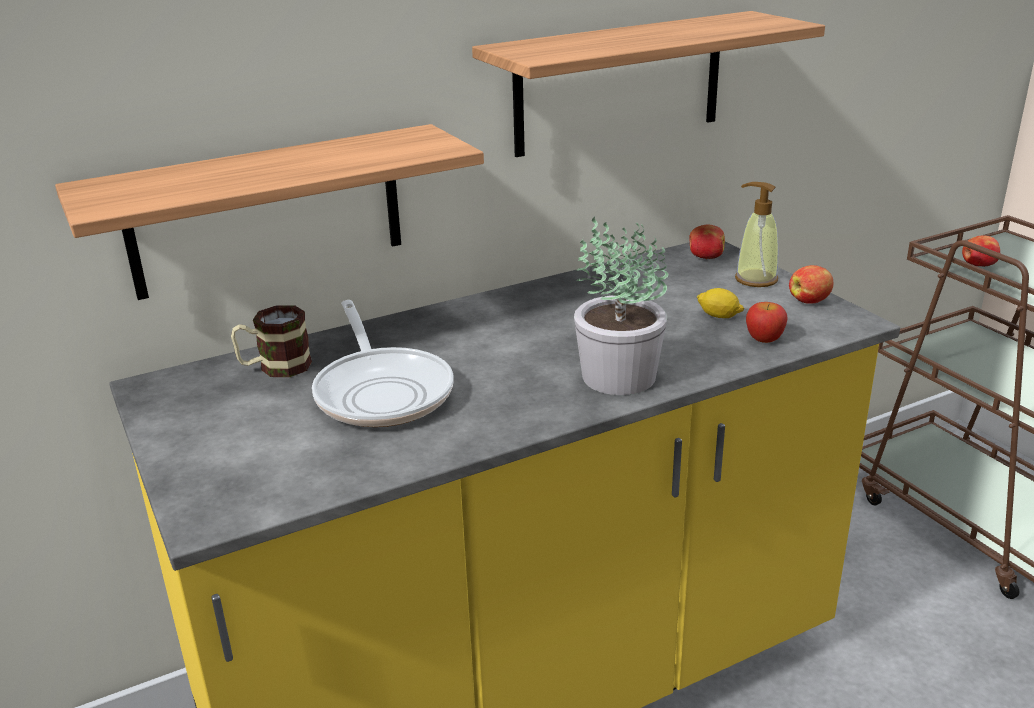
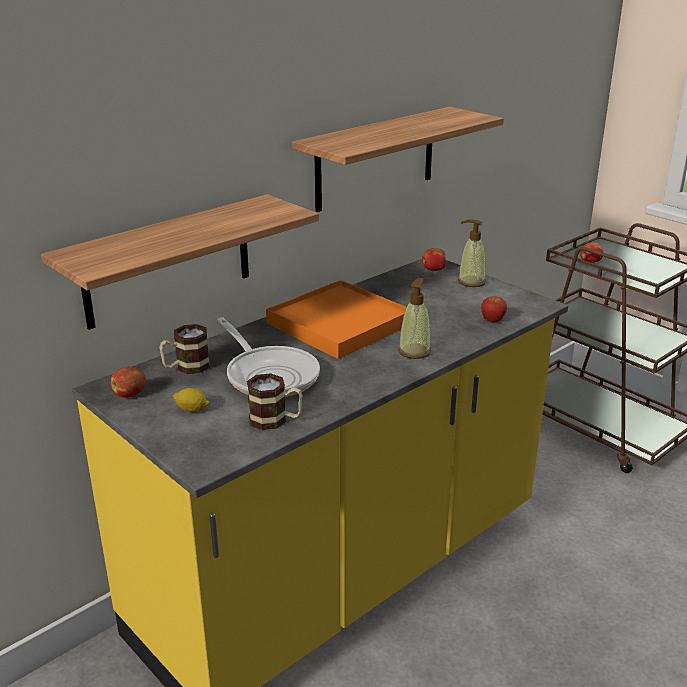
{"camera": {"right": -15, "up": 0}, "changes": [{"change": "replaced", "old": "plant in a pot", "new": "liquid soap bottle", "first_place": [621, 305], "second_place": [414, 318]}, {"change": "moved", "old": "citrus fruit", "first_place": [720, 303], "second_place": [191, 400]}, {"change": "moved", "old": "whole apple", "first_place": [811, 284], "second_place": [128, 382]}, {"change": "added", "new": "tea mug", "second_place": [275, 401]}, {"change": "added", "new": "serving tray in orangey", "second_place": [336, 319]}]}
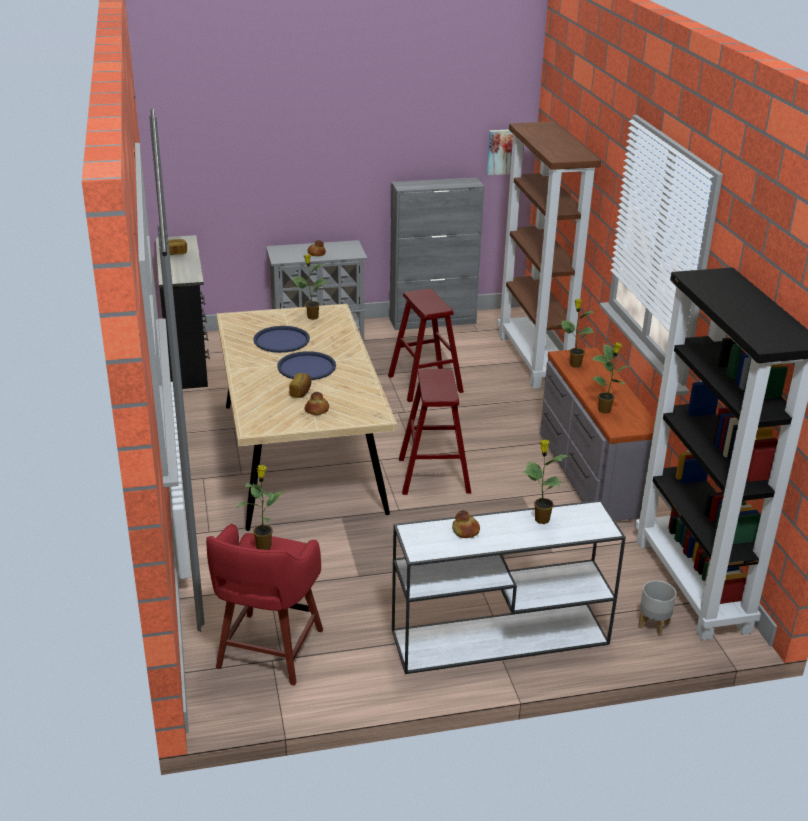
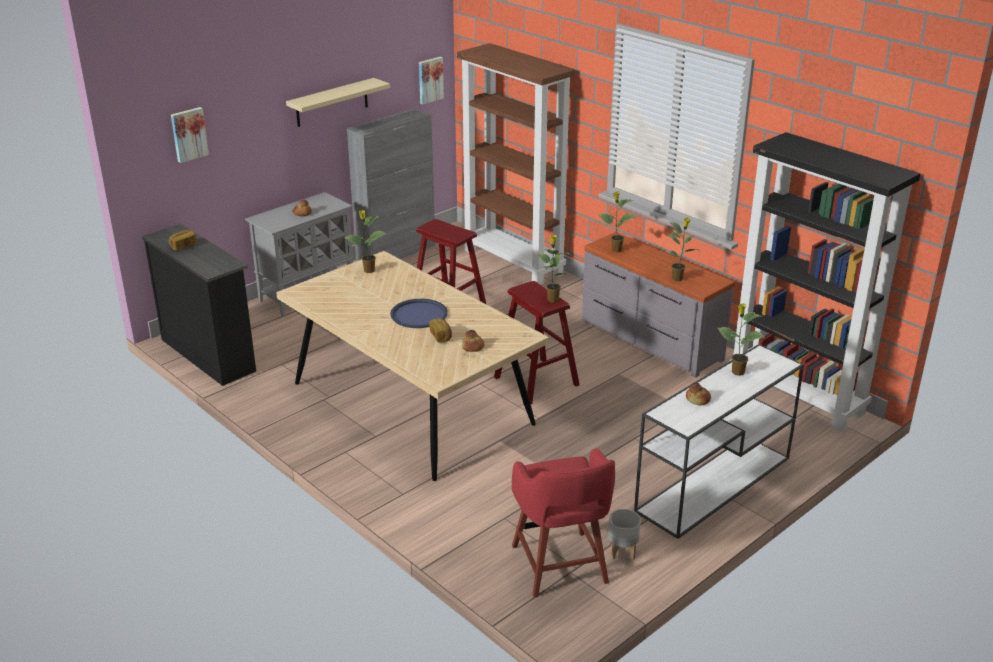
{"camera": {"right": -30, "up": 0}, "changes": [{"change": "moved", "old": "plant in a pot", "first_place": [260, 507], "second_place": [555, 269]}, {"change": "removed", "old": "serving tray in bluish", "first_place": [281, 339]}, {"change": "moved", "old": "flower pot in grey", "first_place": [657, 608], "second_place": [624, 534]}, {"change": "added", "new": "wall picture", "second_place": [190, 135]}, {"change": "added", "new": "shelf in sand-coloured", "second_place": [338, 102]}]}
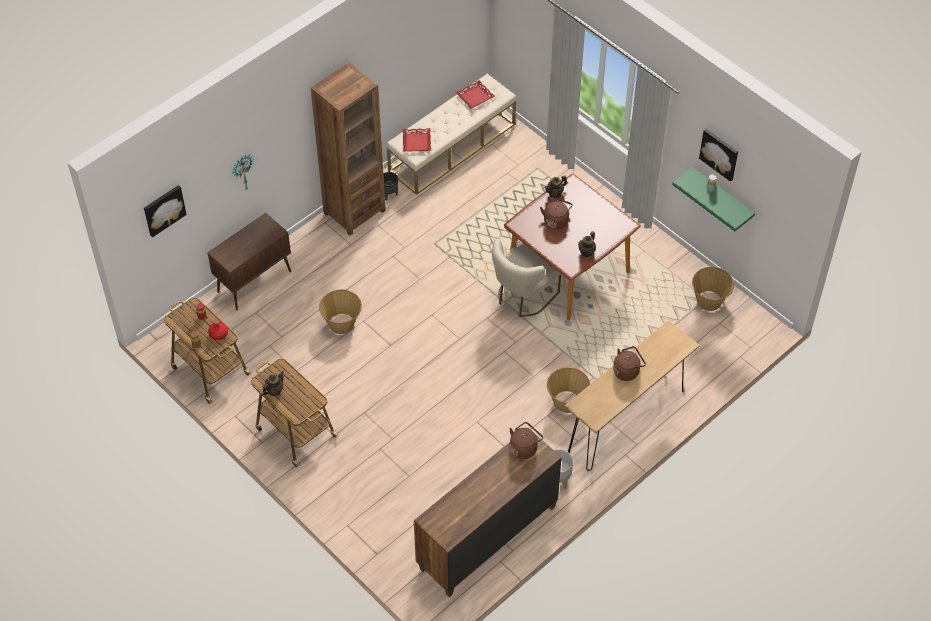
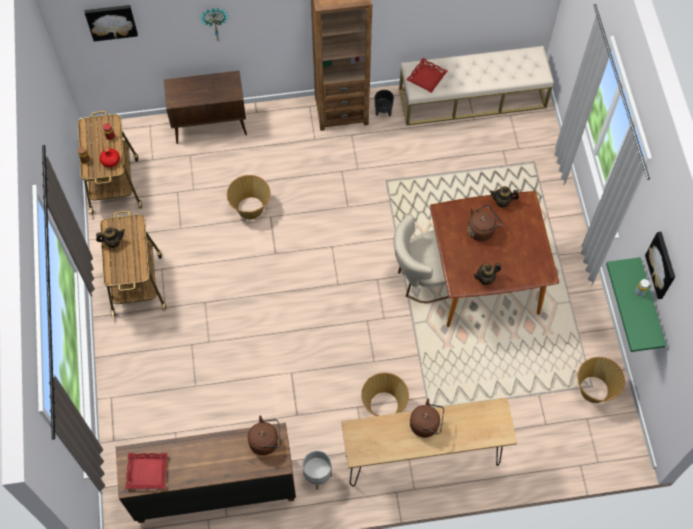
{"camera": {"right": 35, "up": 10}, "changes": [{"change": "moved", "old": "serving tray in red-coloured", "first_place": [475, 94], "second_place": [146, 471]}]}
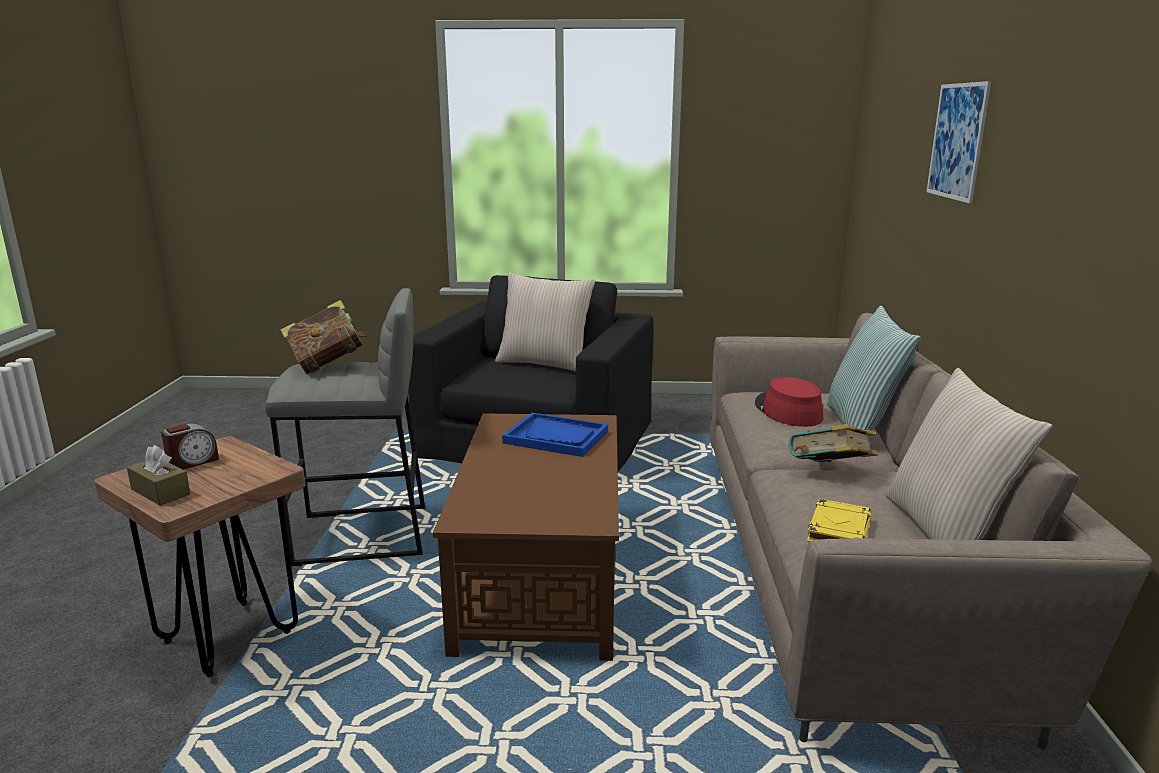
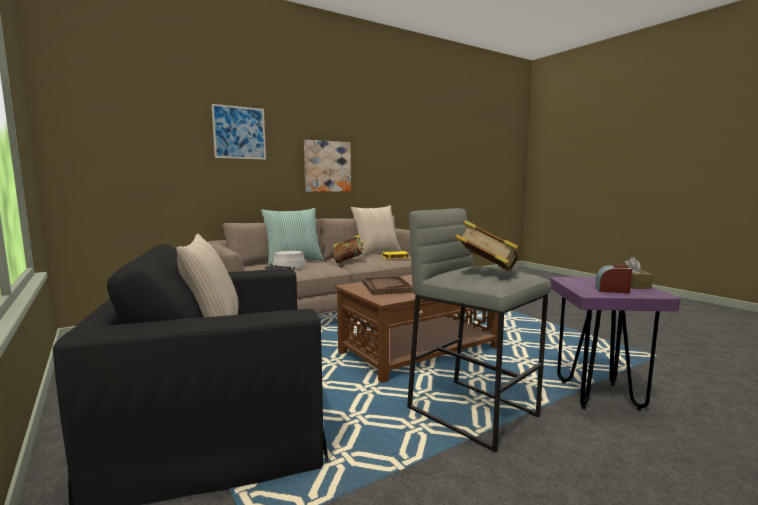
{"camera": {"right": -125, "up": -10}, "changes": [{"change": "recoloured", "old": "stool seat in brown-coloured", "new": "stool seat in purple-coloured", "first_place": [200, 556], "second_place": [615, 344]}, {"change": "recoloured", "old": "serving tray in bluish", "new": "serving tray in brown-coloured", "first_place": [555, 435], "second_place": [387, 285]}, {"change": "recoloured", "old": "hat in red-coloured", "new": "hat in grey", "first_place": [789, 402], "second_place": [285, 260]}, {"change": "added", "new": "wall picture", "second_place": [327, 166]}]}
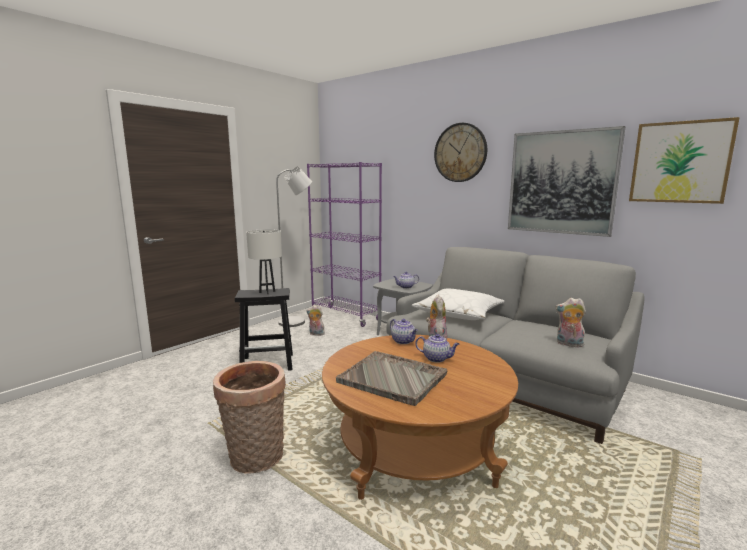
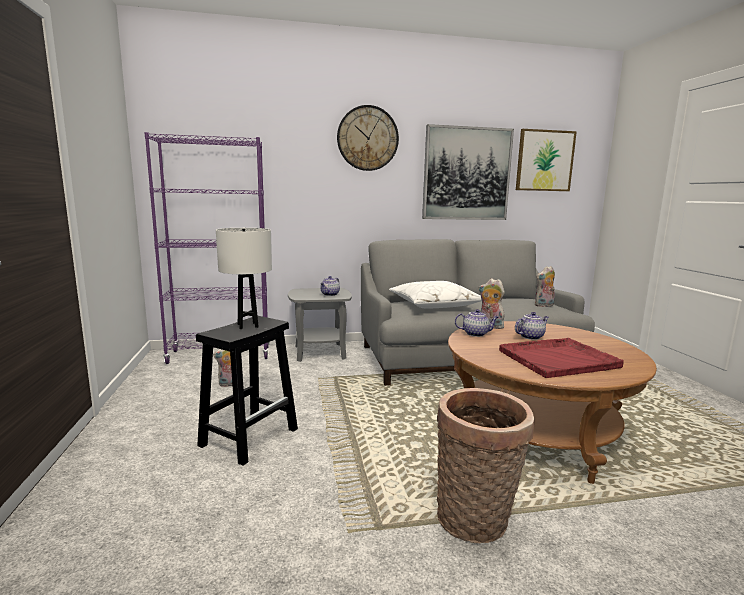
{"camera": {"right": -50, "up": 0}, "changes": [{"change": "removed", "old": "standing lamp in grey", "first_place": [294, 246]}, {"change": "recoloured", "old": "serving tray in grey", "new": "serving tray in red-coloured", "first_place": [391, 378], "second_place": [561, 358]}]}
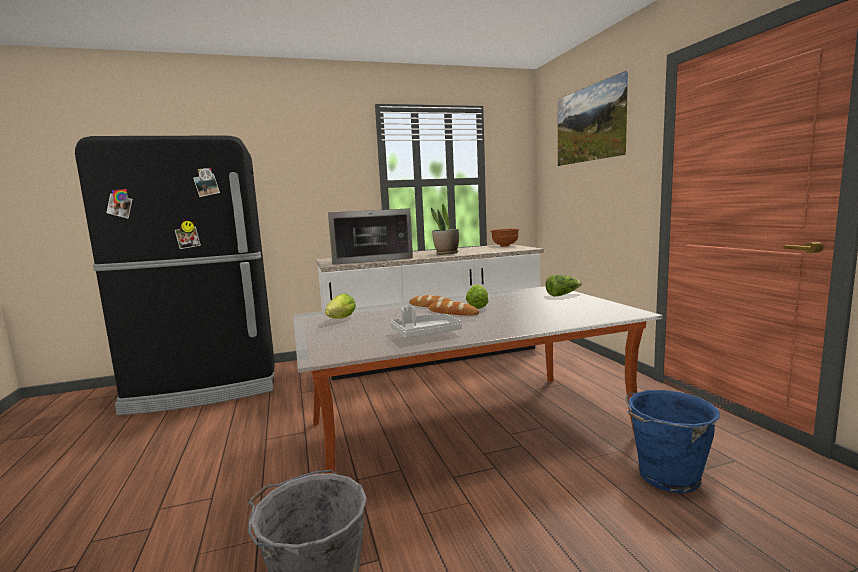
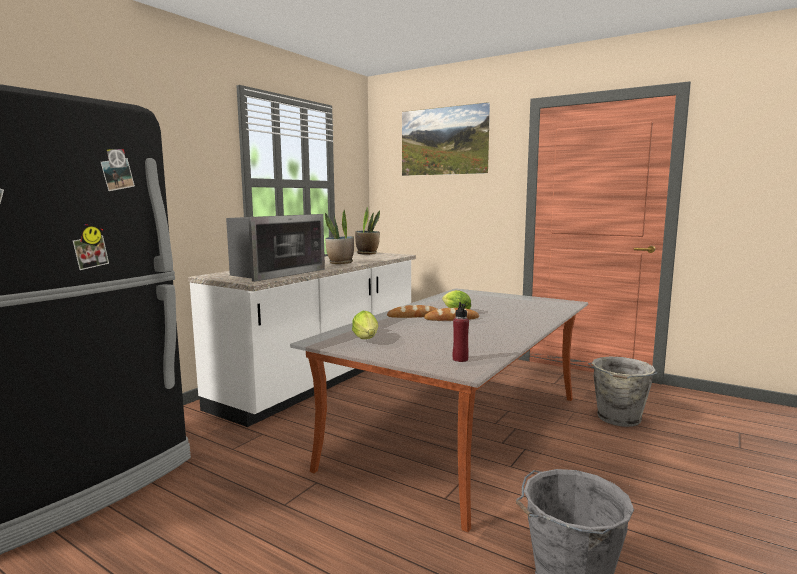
{"camera": {"right": -40, "up": 0}, "changes": [{"change": "removed", "old": "serving tray in grey", "first_place": [426, 322]}, {"change": "replaced", "old": "serving bowl in brown-coloured", "new": "plant in a pot", "first_place": [505, 238], "second_place": [367, 231]}, {"change": "removed", "old": "lettuce", "first_place": [563, 285]}, {"change": "recoloured", "old": "bucket in bluish", "new": "bucket in grey", "first_place": [672, 441], "second_place": [622, 392]}, {"change": "added", "new": "drink bottle in red-coloured", "second_place": [461, 332]}]}
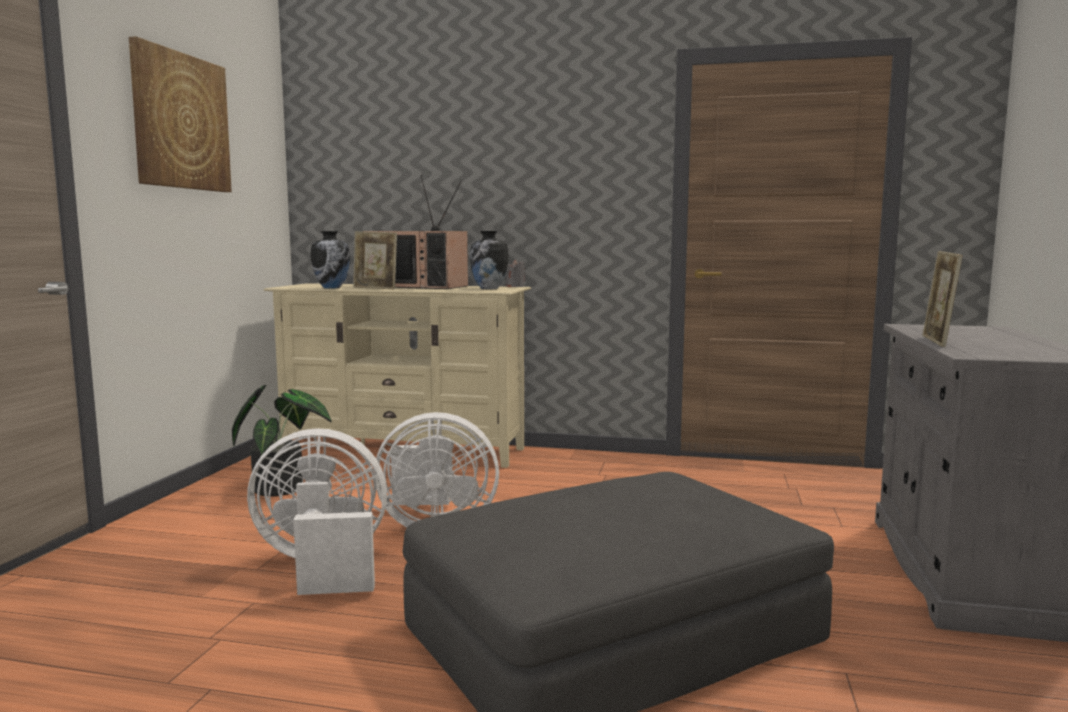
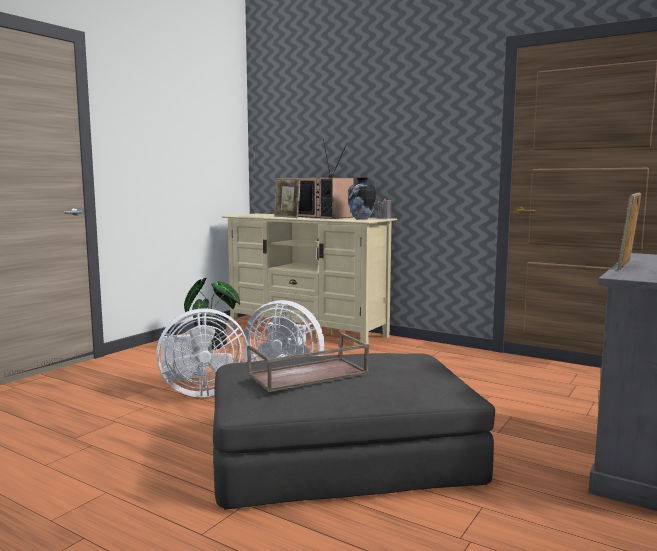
{"camera": {"right": 20, "up": 0}, "changes": [{"change": "removed", "old": "wall picture", "first_place": [180, 114]}, {"change": "turned", "old": "cooling fan in white-coloured", "first_place": [317, 511], "second_place": [202, 352], "degrees": 150}, {"change": "removed", "old": "decorative vase", "first_place": [330, 260]}, {"change": "added", "new": "serving tray in brown-coloured", "second_place": [308, 362]}]}
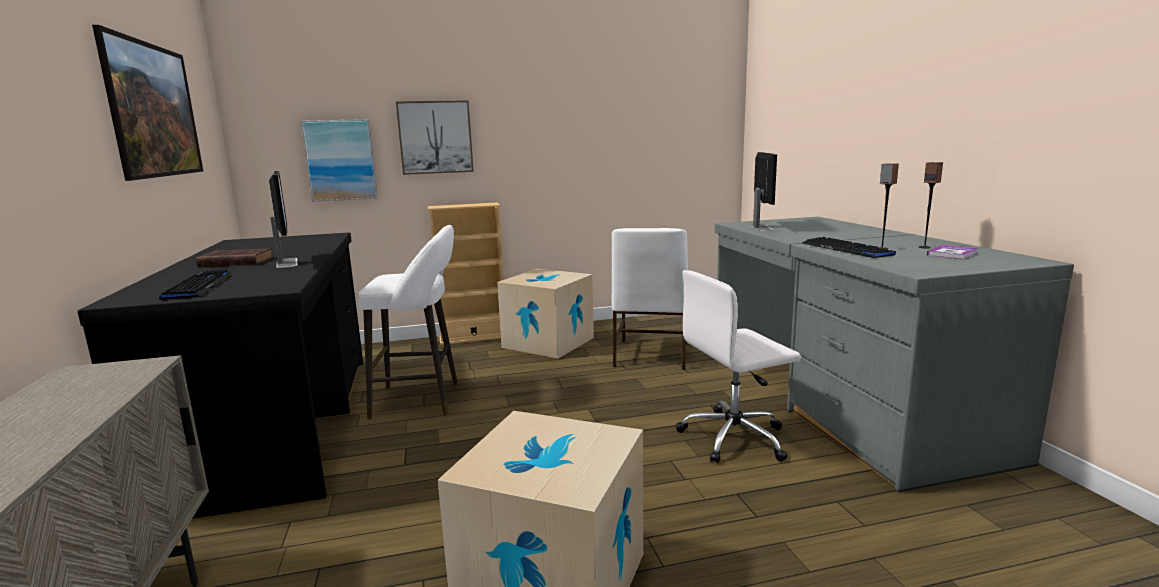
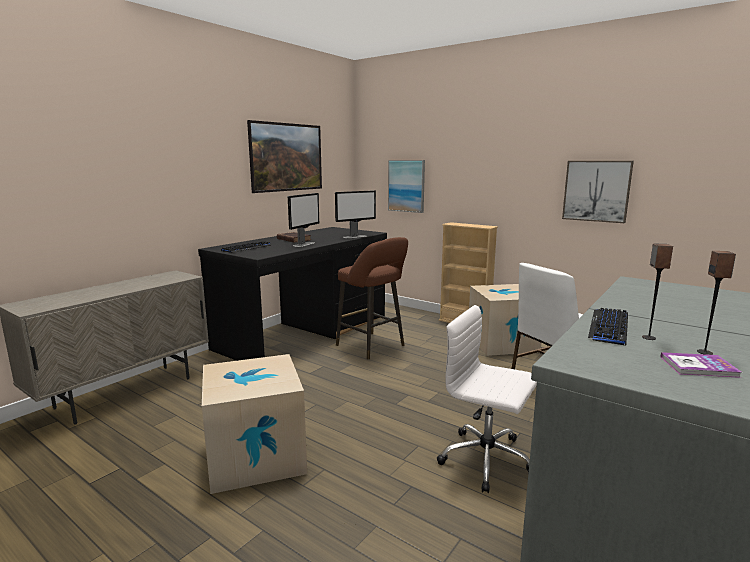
{"camera": {"right": 50, "up": 0}, "changes": [{"change": "recoloured", "old": "stool seat in white-coloured", "new": "stool seat in brown-coloured", "first_place": [408, 322], "second_place": [372, 298]}, {"change": "moved", "old": "wall picture", "first_place": [435, 137], "second_place": [598, 192]}, {"change": "moved", "old": "monitor", "first_place": [764, 191], "second_place": [355, 214]}]}
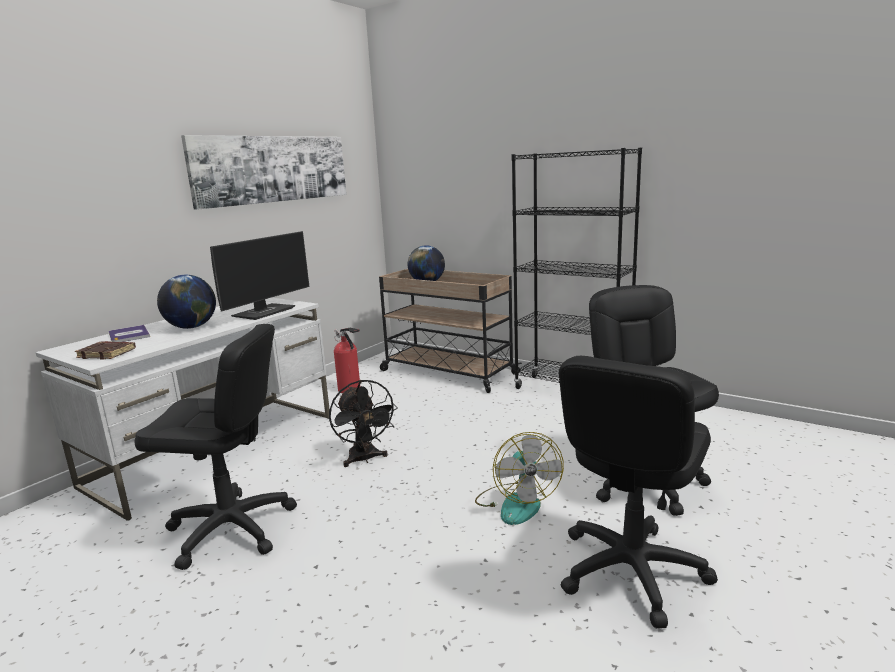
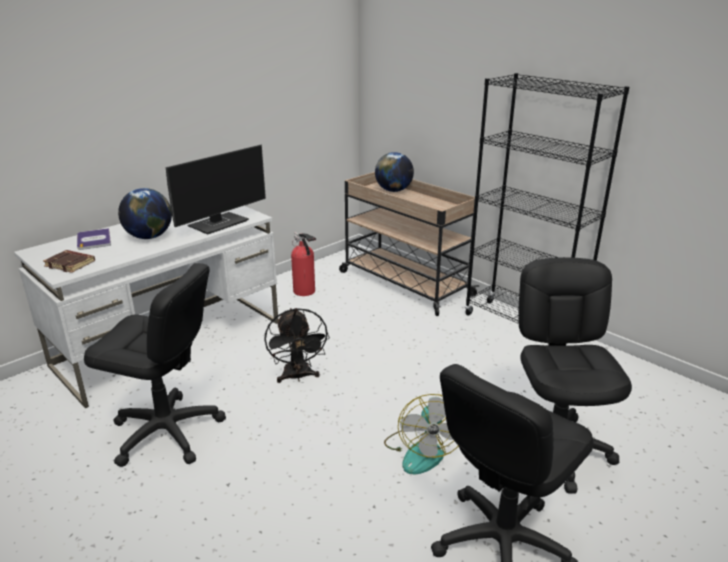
{"camera": {"right": 10, "up": 10}, "changes": [{"change": "removed", "old": "wall picture", "first_place": [263, 172]}]}
